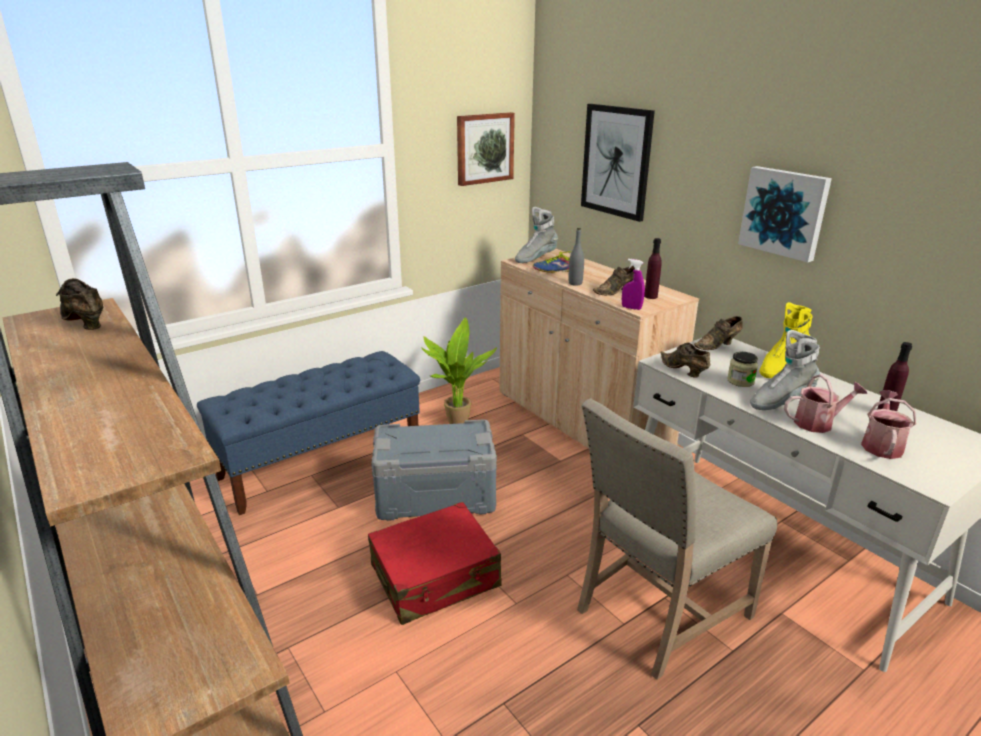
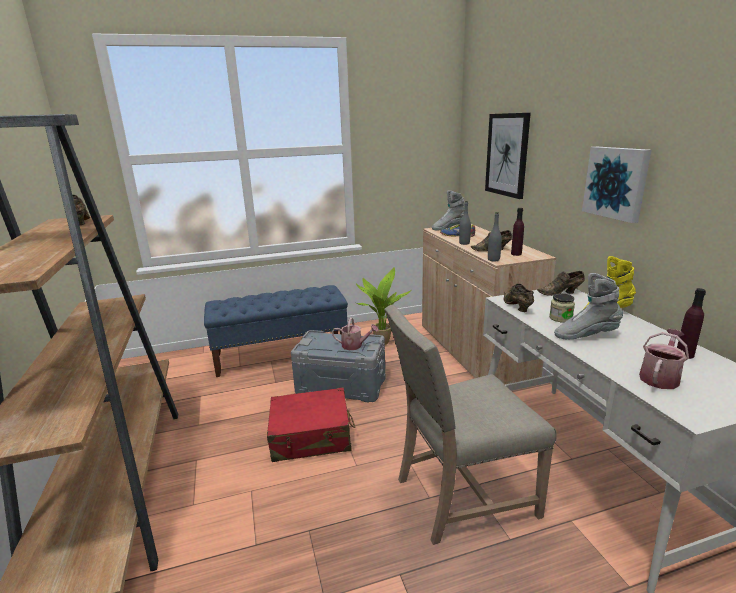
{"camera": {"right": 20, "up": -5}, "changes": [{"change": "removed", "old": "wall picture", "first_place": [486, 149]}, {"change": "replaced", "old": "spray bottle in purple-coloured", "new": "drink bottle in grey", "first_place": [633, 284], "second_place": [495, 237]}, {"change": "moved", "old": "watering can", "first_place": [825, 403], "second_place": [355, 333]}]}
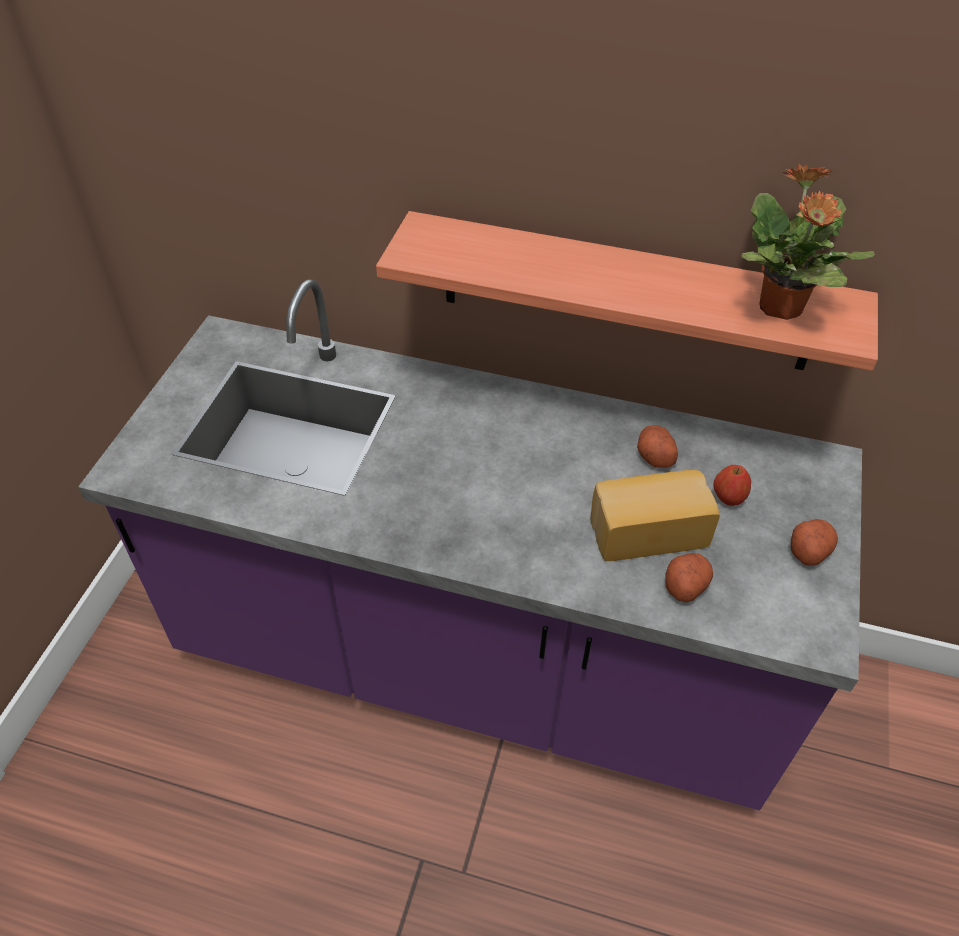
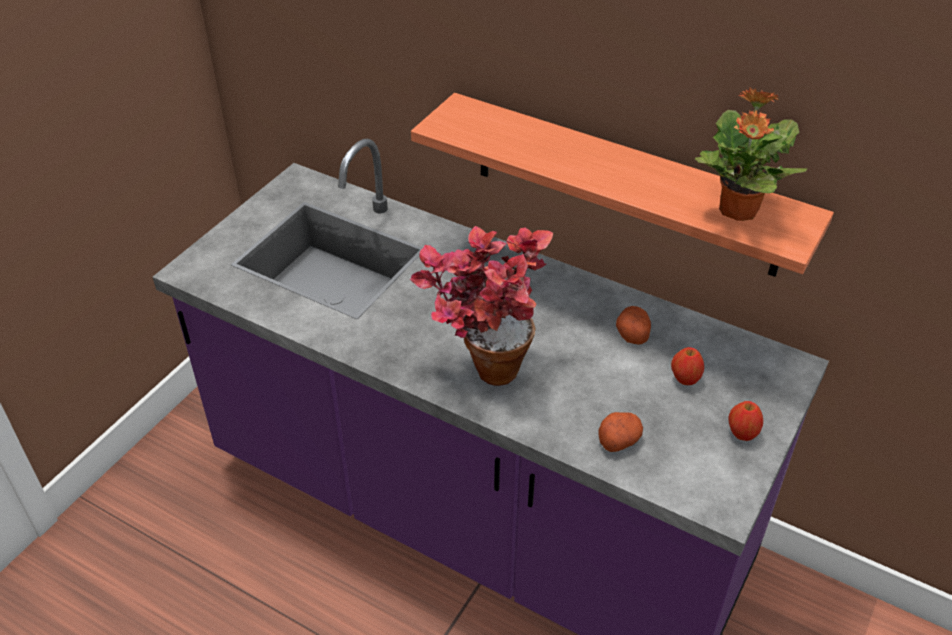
{"camera": {"right": 15, "up": -5}, "changes": [{"change": "removed", "old": "baked bread", "first_place": [655, 515]}, {"change": "replaced", "old": "whole potato", "new": "whole apple", "first_place": [814, 542], "second_place": [745, 421]}, {"change": "added", "new": "plant in a pot", "second_place": [481, 306]}]}
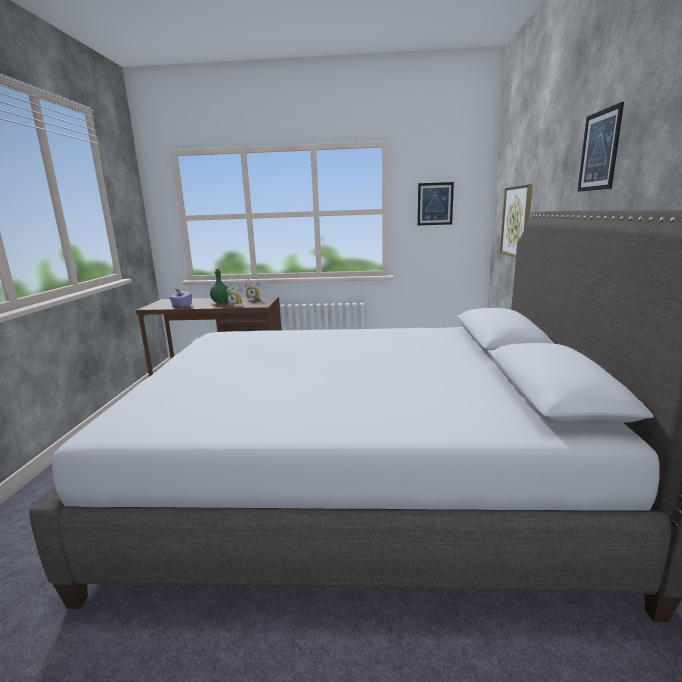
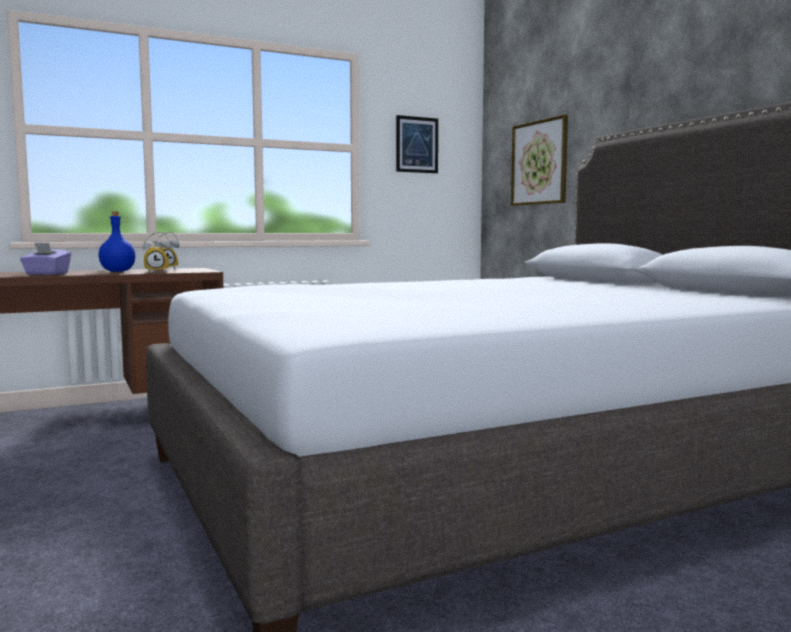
{"camera": {"right": -30, "up": -10}, "changes": [{"change": "recoloured", "old": "drink bottle in green", "new": "drink bottle in bluish", "first_place": [219, 285], "second_place": [117, 242]}, {"change": "removed", "old": "wall picture", "first_place": [600, 147]}]}
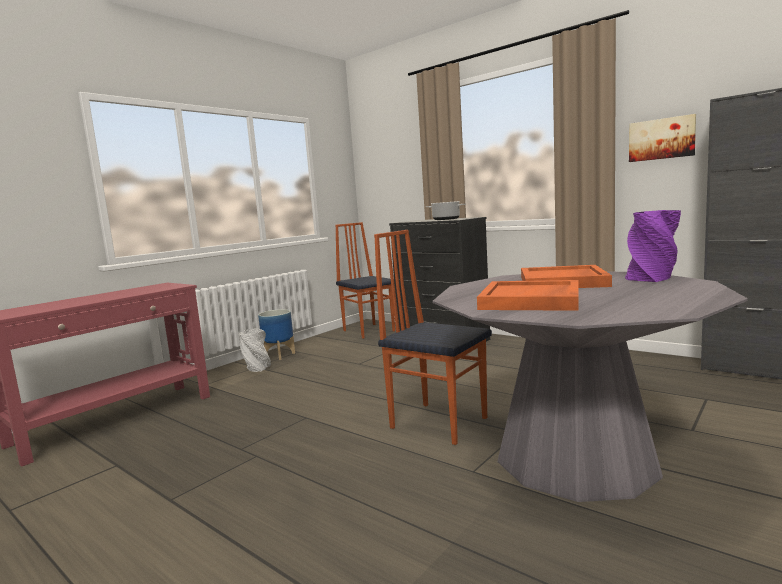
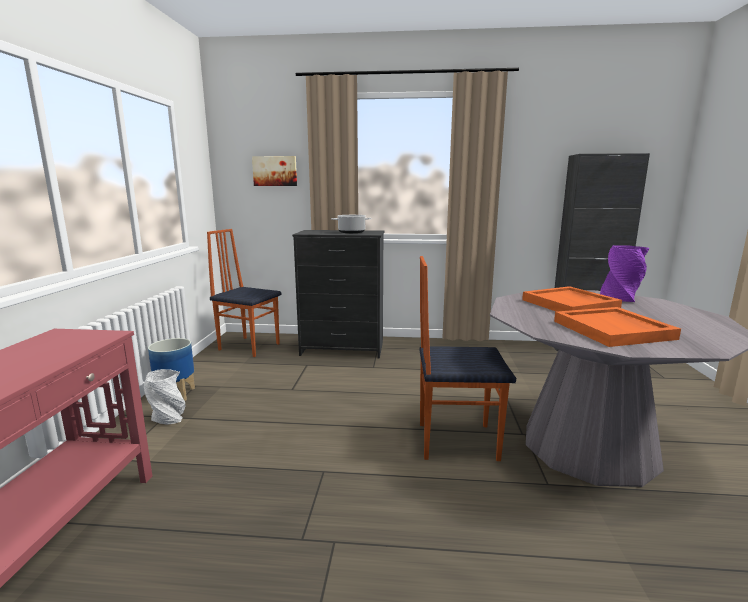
{"camera": {"right": -35, "up": 5}, "changes": [{"change": "moved", "old": "wall picture", "first_place": [662, 138], "second_place": [274, 171]}]}
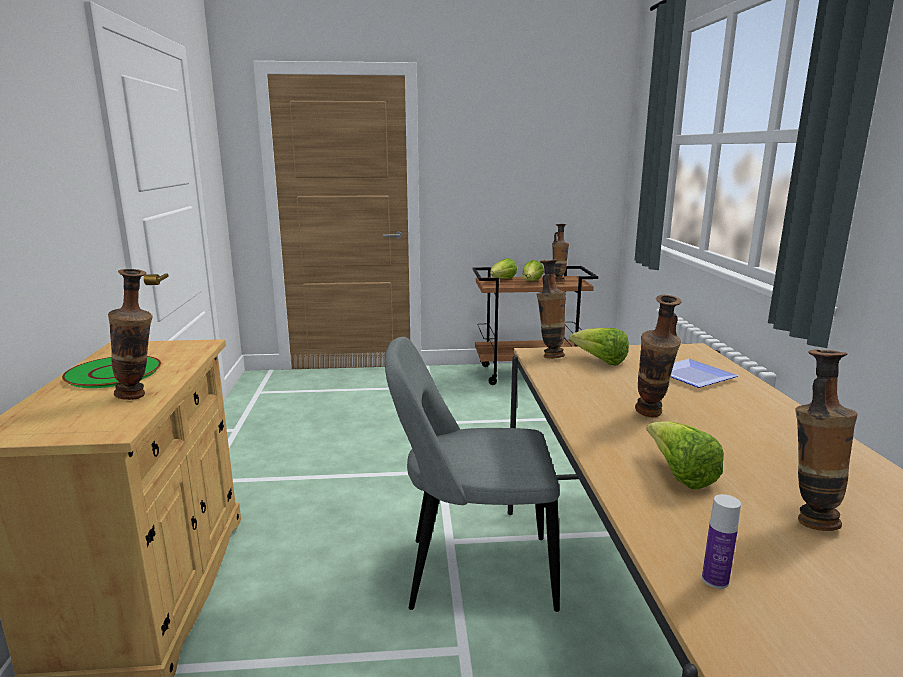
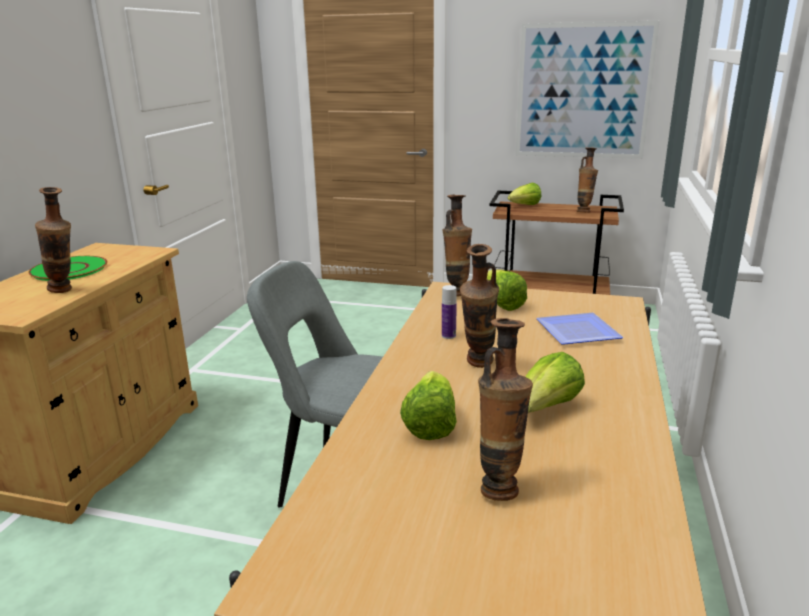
{"camera": {"right": 20, "up": 5}, "changes": [{"change": "moved", "old": "lettuce", "first_place": [533, 270], "second_place": [555, 382]}, {"change": "moved", "old": "drink bottle", "first_place": [721, 541], "second_place": [449, 312]}, {"change": "added", "new": "wall picture", "second_place": [588, 90]}]}
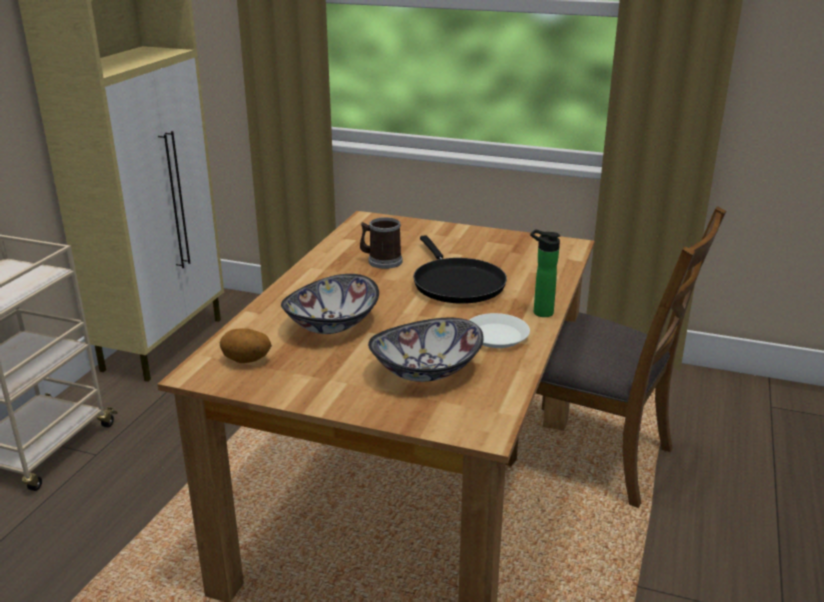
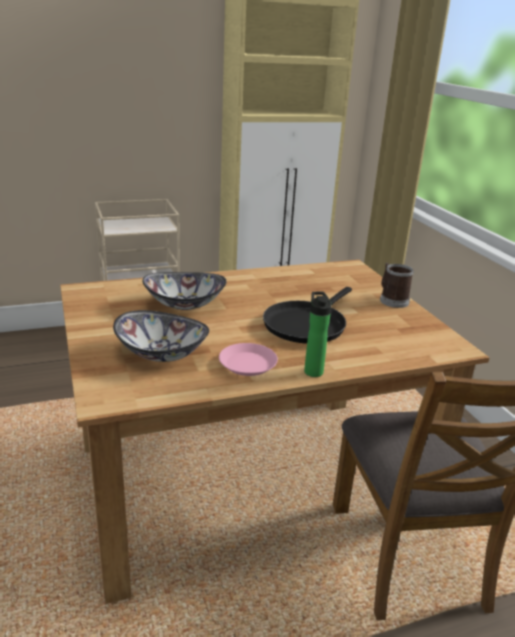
{"camera": {"right": 50, "up": 0}, "changes": [{"change": "removed", "old": "whole potato", "first_place": [246, 346]}, {"change": "moved", "old": "tea mug", "first_place": [381, 243], "second_place": [397, 285]}, {"change": "recoloured", "old": "flat dish in white-coloured", "new": "flat dish in pinkish", "first_place": [499, 330], "second_place": [248, 359]}]}
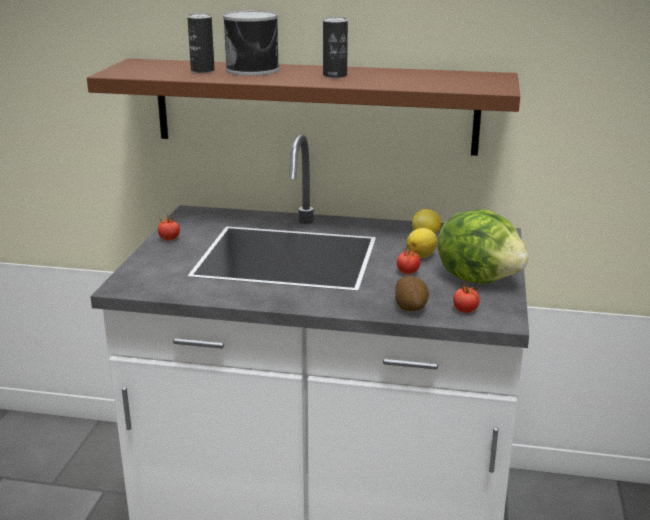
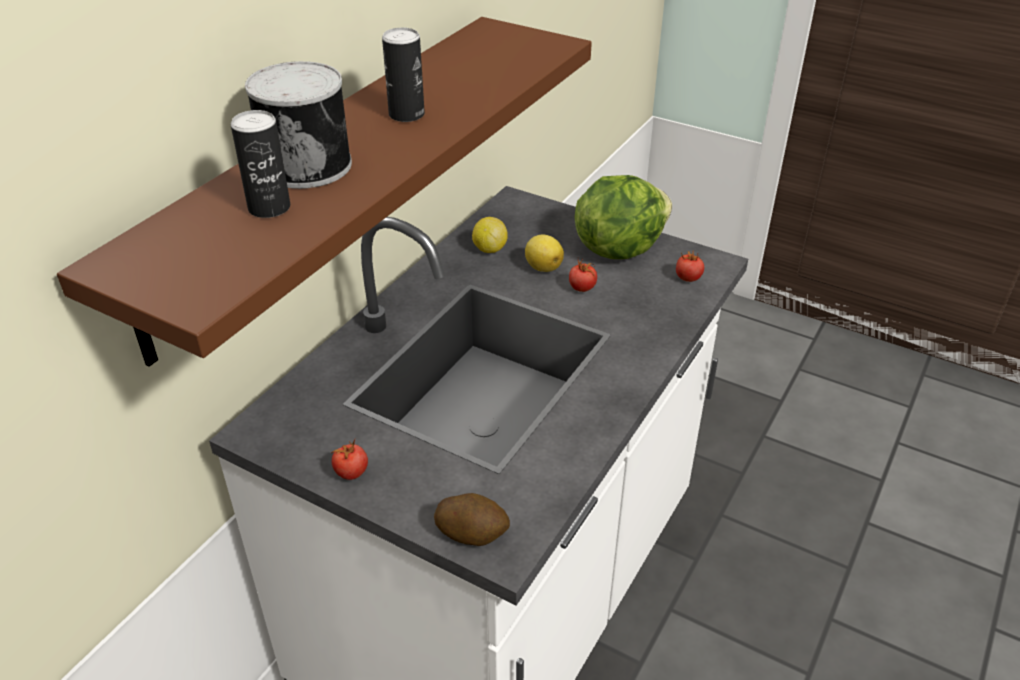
{"camera": {"right": -70, "up": 15}, "changes": [{"change": "moved", "old": "whole potato", "first_place": [412, 293], "second_place": [472, 519]}]}
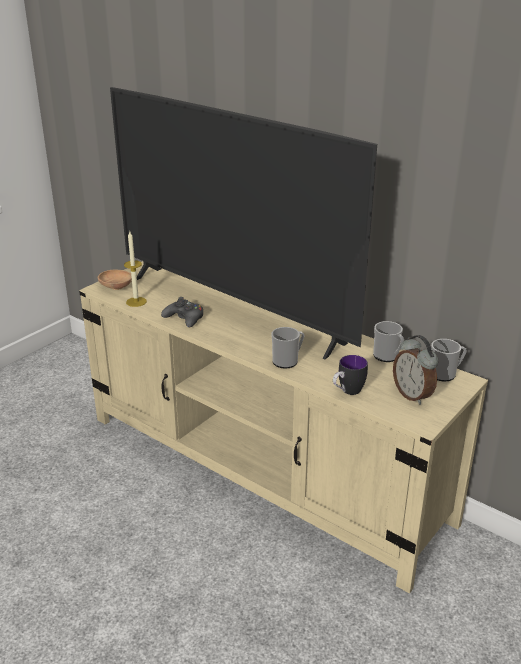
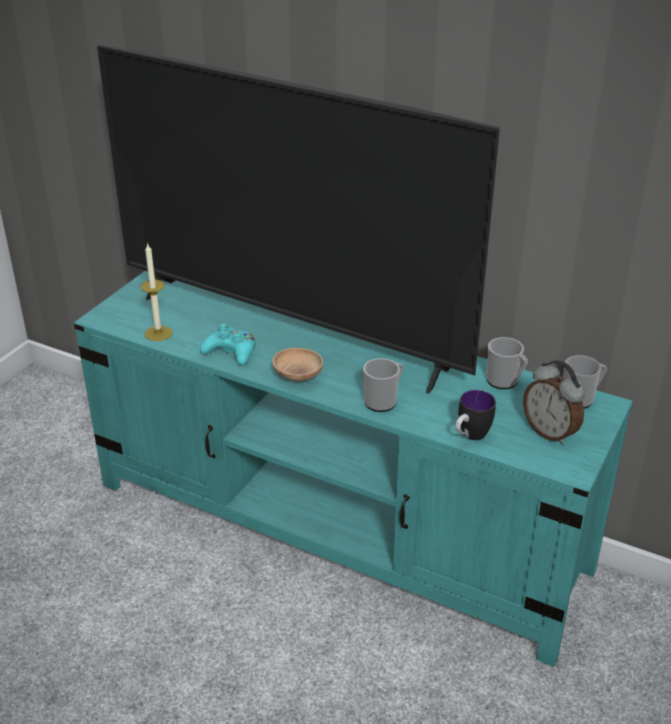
{"camera": {"right": -10, "up": 5}, "changes": [{"change": "recoloured", "old": "tv unit in sand-coloured", "new": "tv unit in turquoise-coloured", "first_place": [283, 427], "second_place": [353, 469]}, {"change": "moved", "old": "serving bowl in brown-coloured", "first_place": [115, 280], "second_place": [297, 364]}, {"change": "recoloured", "old": "gamepad in black-coloured", "new": "gamepad in turquoise-coloured", "first_place": [182, 312], "second_place": [228, 344]}]}
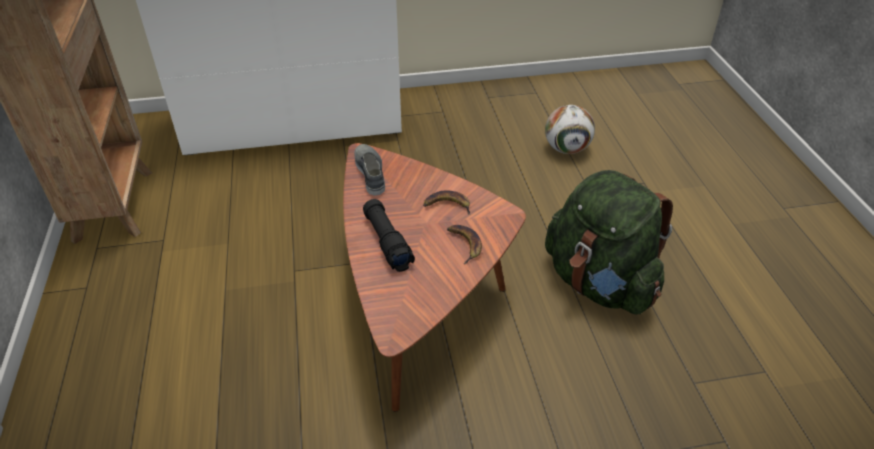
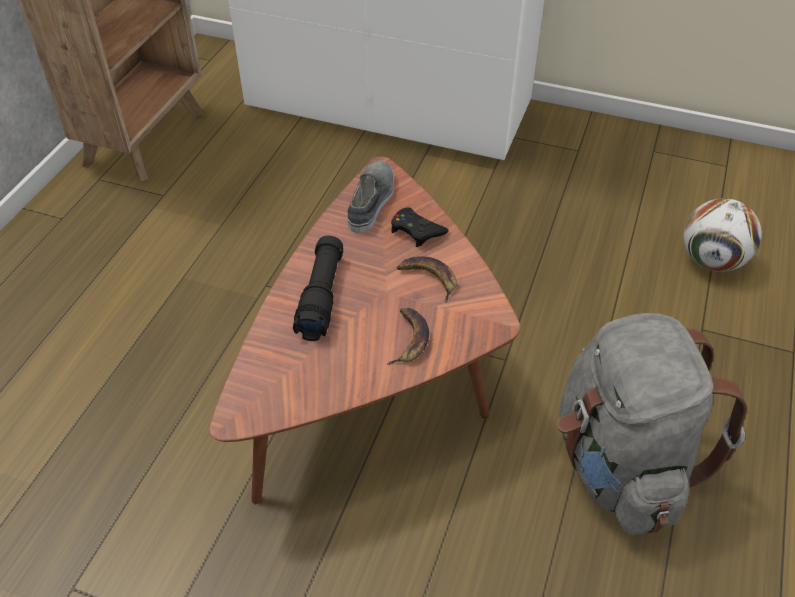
{"camera": {"right": 30, "up": 5}, "changes": [{"change": "recoloured", "old": "knapsack in green", "new": "knapsack in grey", "first_place": [609, 242], "second_place": [652, 424]}, {"change": "added", "new": "gamepad in black-coloured", "second_place": [420, 227]}]}
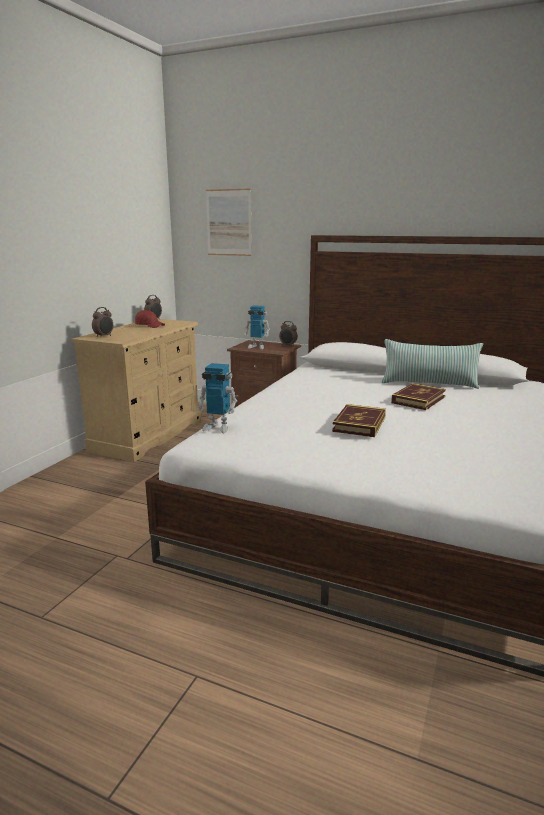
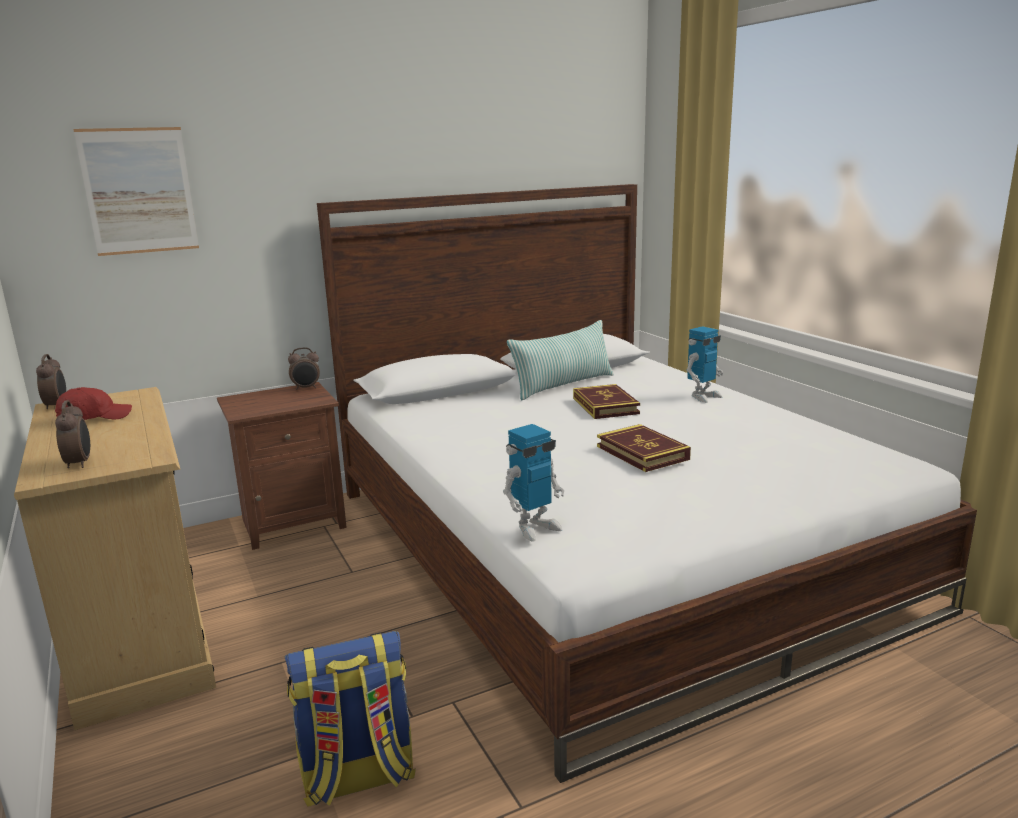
{"camera": {"right": -50, "up": 0}, "changes": [{"change": "moved", "old": "model robot", "first_place": [257, 327], "second_place": [705, 364]}, {"change": "added", "new": "knapsack", "second_place": [350, 719]}]}
